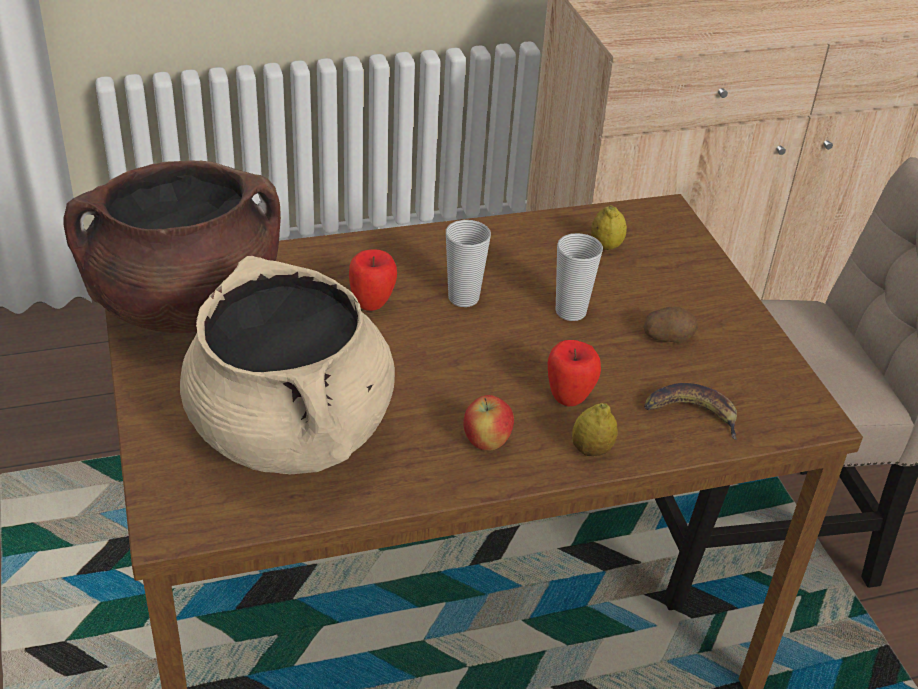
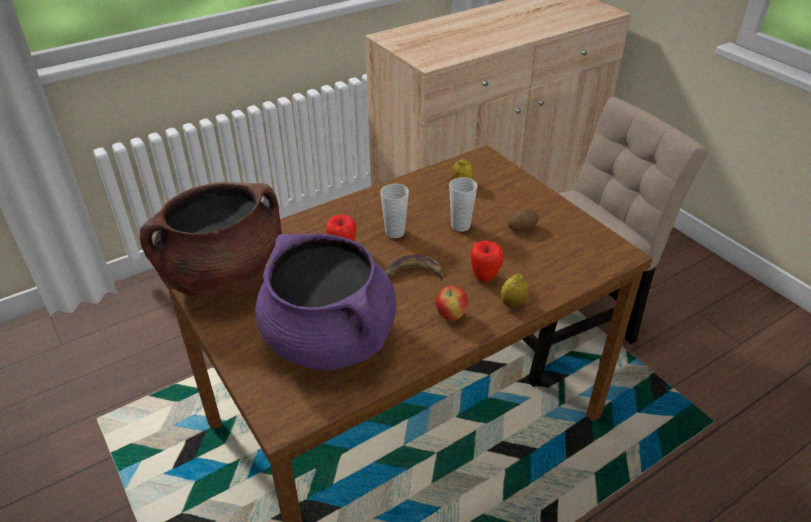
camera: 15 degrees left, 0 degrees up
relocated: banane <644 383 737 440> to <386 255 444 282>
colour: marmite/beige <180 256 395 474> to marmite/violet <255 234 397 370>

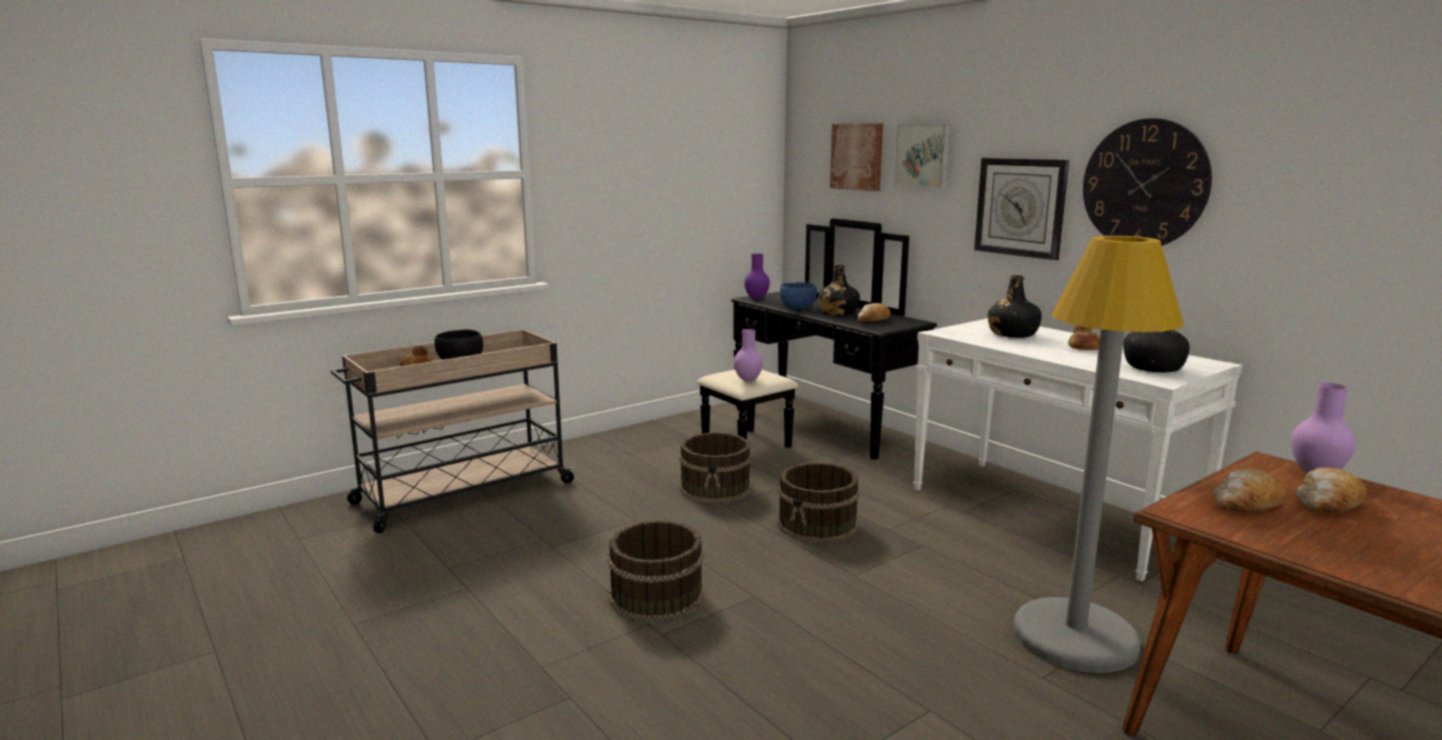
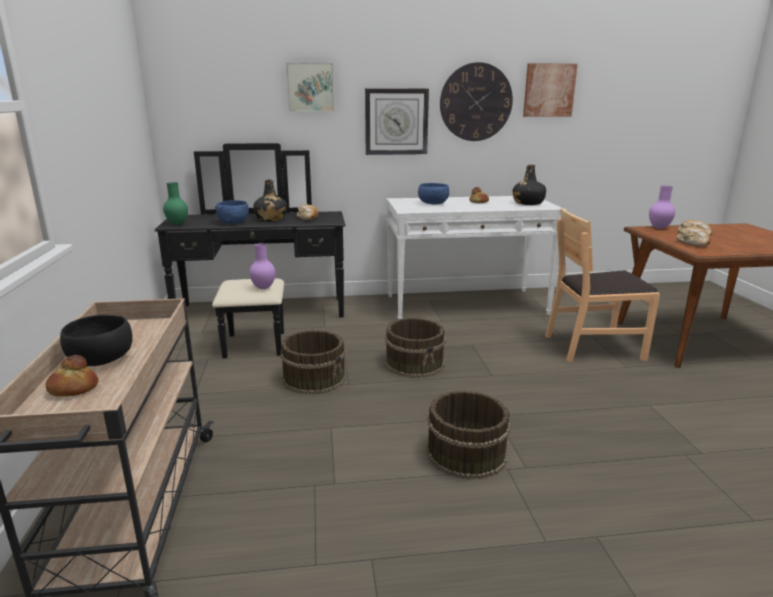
camera: 60 degrees left, 5 degrees up
relocated: tableau <830 123 883 191> to <523 63 578 117>
exchanged: bouteille/noir <988 275 1042 338> to bol/bleu <418 183 449 204>; lampadaire/gris <1013 236 1183 673> to chaise/marron <545 208 660 362>
colour: vase/violet <744 254 770 300> to vase/vert <163 182 188 225>

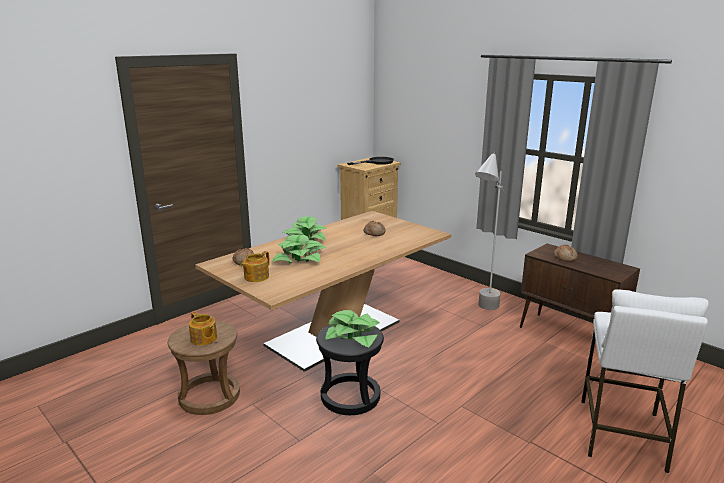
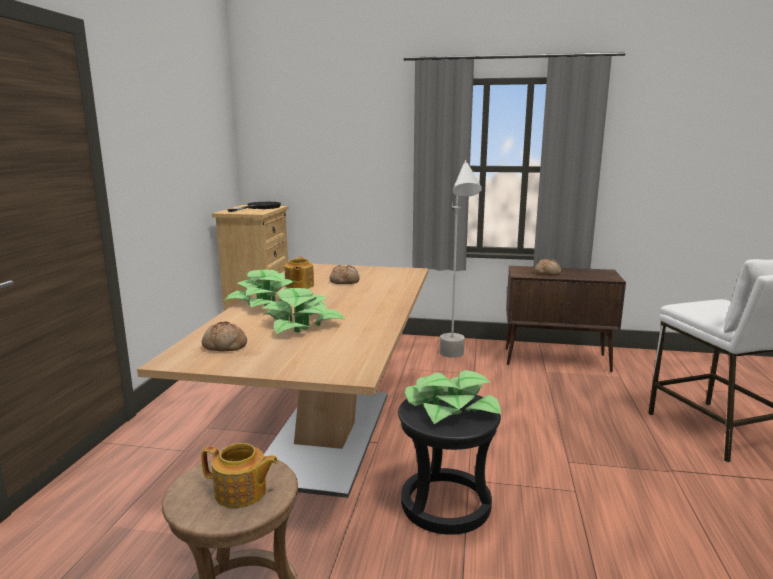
camera: 35 degrees left, 5 degrees down
relocated: théière <241 251 270 282> to <284 257 314 289>

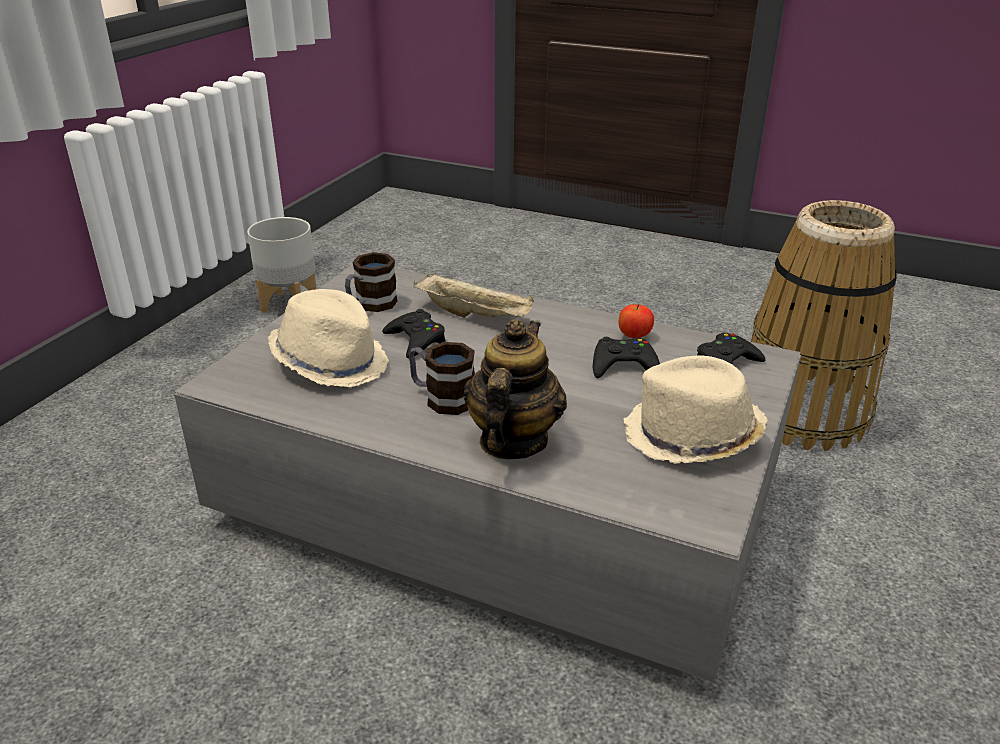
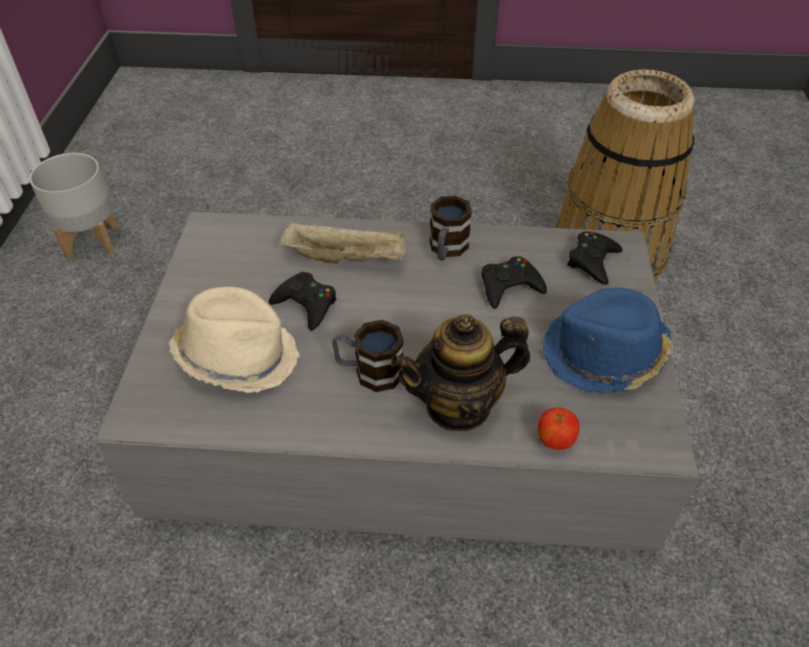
camera: 20 degrees left, 15 degrees up
relocated: mug <345 252 398 312> to <429 196 472 260>; pomme <618 304 654 338> to <538 407 579 450>
colour: chapeau/beige <623 355 768 464> to chapeau/bleu <542 288 673 393>
spun: théière <463 319 567 459> = <390 314 530 431> 105 degrees counterclockwise

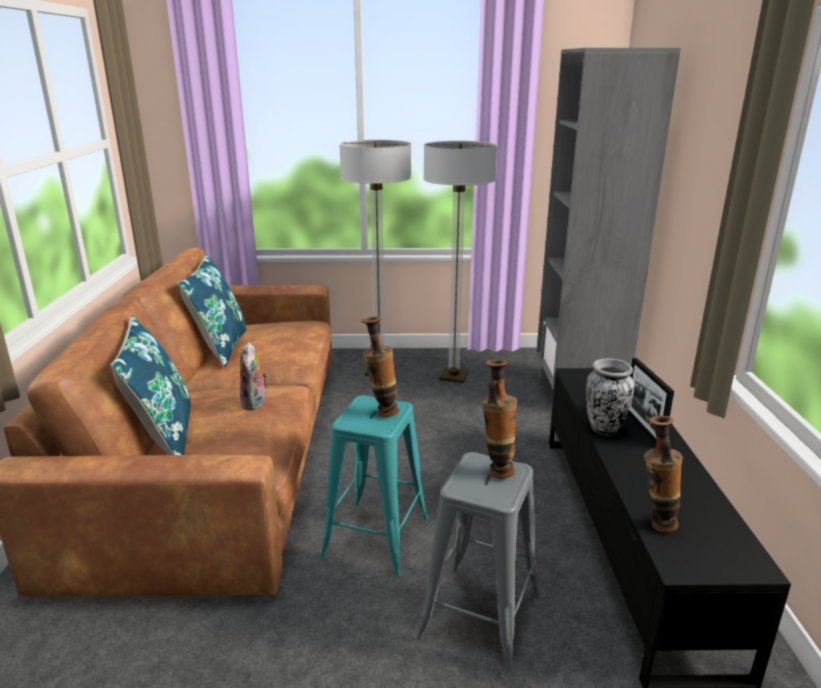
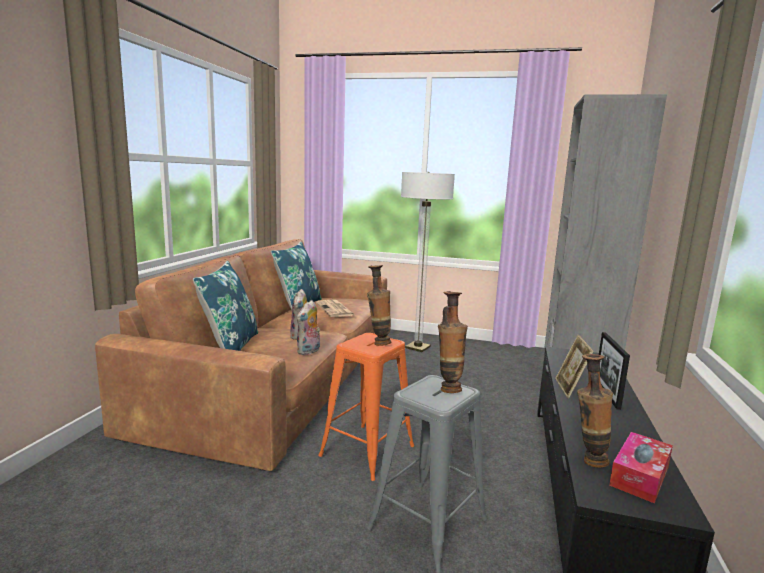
camera: 15 degrees right, 10 degrees down
missing: lampadaire <423 141 497 383>
appeared: peluche <297 300 320 355>; journal <316 300 355 317>; boîte à mouchoirs <609 432 673 503>
exchanged: vase <586 358 634 436> to cadre photo <555 335 594 398>
colour: tabouret/turquoise <320 395 428 576> to tabouret/orange <318 333 414 481>

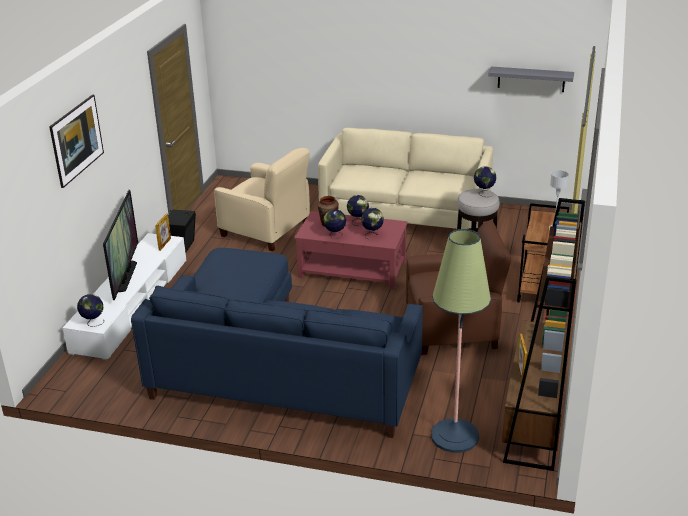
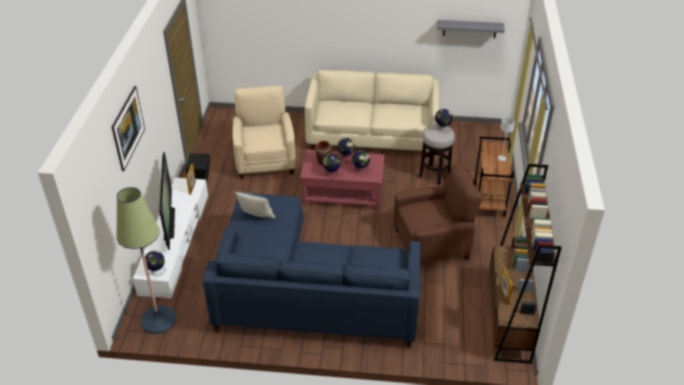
camera: 10 degrees left, 10 degrees up
appeared: coussin <234 191 275 218>
relocated: lampadaire <431 229 491 453> to <116 187 176 334>
spun: fauteuil/beige <214 148 310 251> = <232 86 296 179> 120 degrees counterclockwise

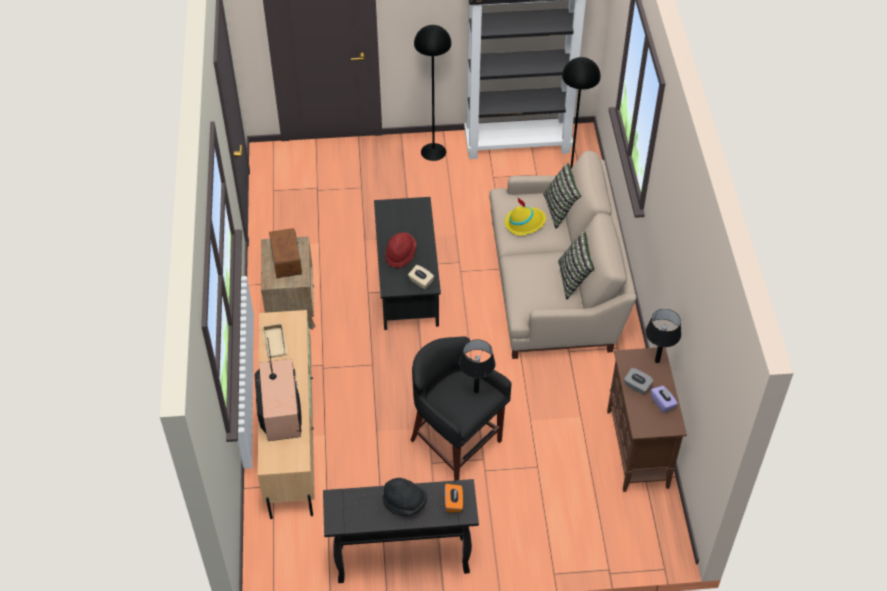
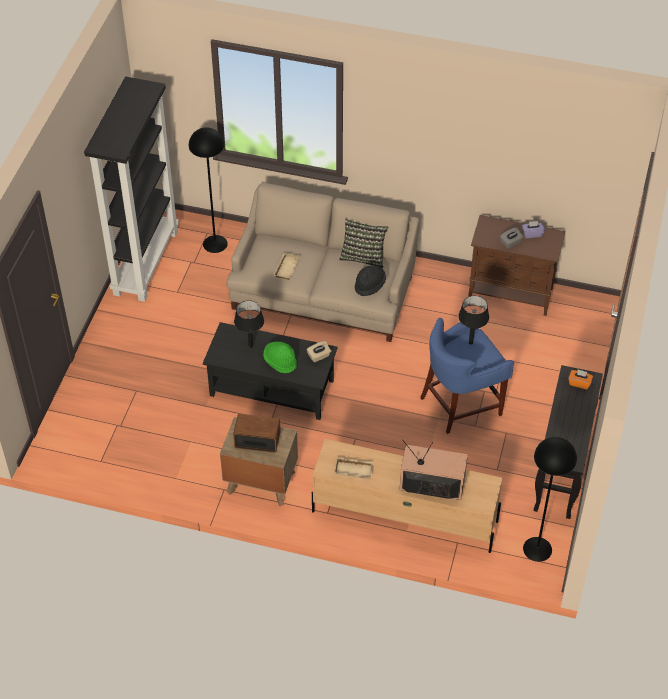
camera: 70 degrees left, 0 degrees up
missing: coussin <543 163 581 229>
relocated: chapeau/noir <382 478 427 516> to <355 266 386 296>; lampadaire/noir <414 25 451 161> to <523 437 577 562>; lampe de table/noir <645 309 681 363> to <234 300 264 348>
exchanged: chapeau/jaune <505 197 546 236> to plateau/beige <274 253 300 280>
colour: chapeau/rouge <385 232 417 269> to chapeau/vert <263 342 297 373>; tabouret/noir <410 337 511 481> to tabouret/bleu <420 318 514 434>

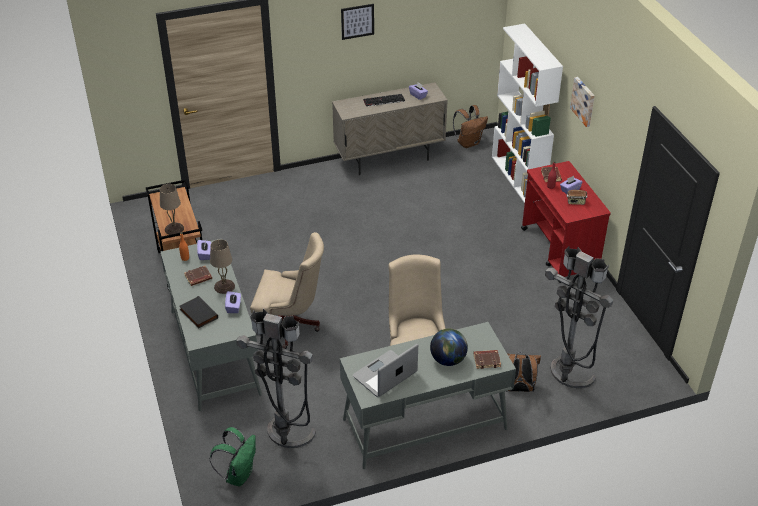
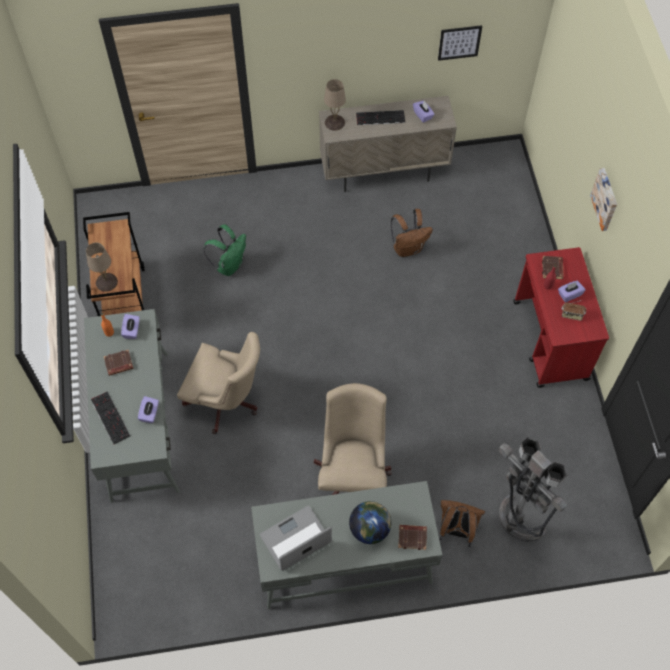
camera: 10 degrees right, 20 degrees up
missing: lampadaire/gris <236 309 316 448>; bibliothèque/blanc <492 24 563 203>
relocated: lampe de table/beige <210 239 235 294> to <324 79 346 131>; sac à dos/vert <210 427 256 486> to <203 224 246 276>; tableau <341 4 374 40> to <438 25 482 61>; sac à dos/marron <453 105 488 148> to <391 209 433 257>
exchanged: livre/noir <179 296 218 329> to clavier <91 391 130 444>

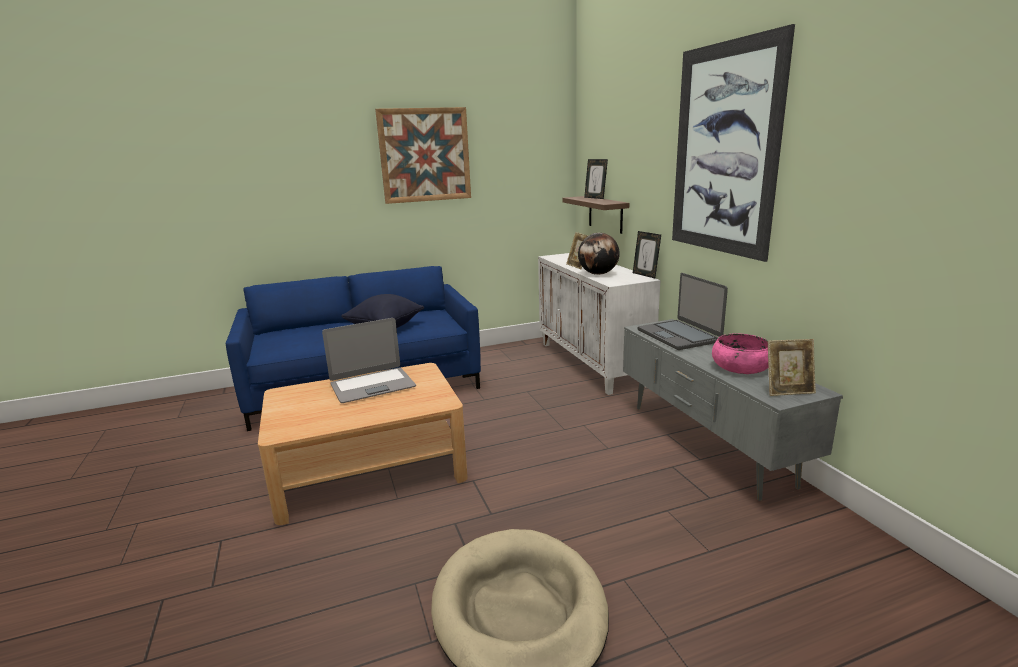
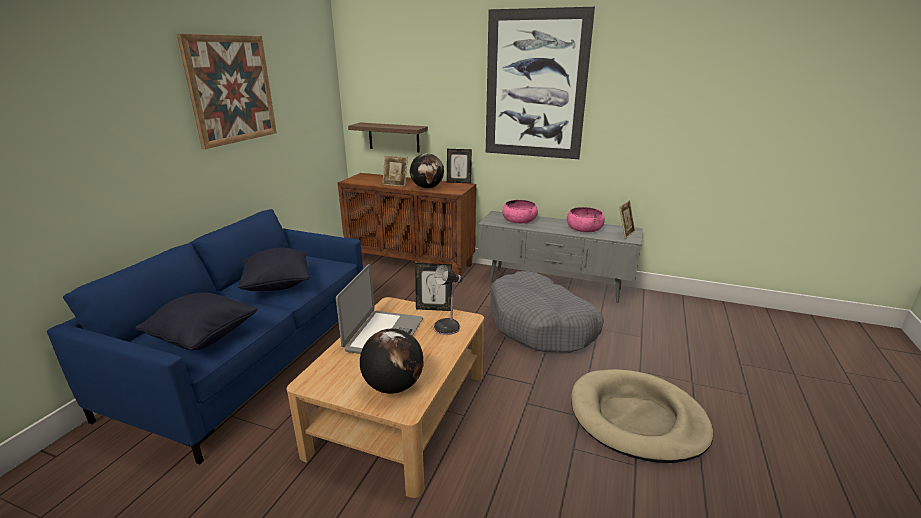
camera: 50 degrees left, 5 degrees up
appeared: coussin/noir <135 293 257 350>; globe <360 328 424 394>; lampe de table <433 265 463 335>; panier pour chien/gris <490 271 604 353>
relocated: cadre photo <584 159 608 199> to <415 263 452 311>
exchanged: ordinateur portable <637 273 728 350> to bol/rose <502 200 538 224>
colour: meuble de rangement/blanc <538 253 660 395> to meuble de rangement/marron <338 173 476 275>

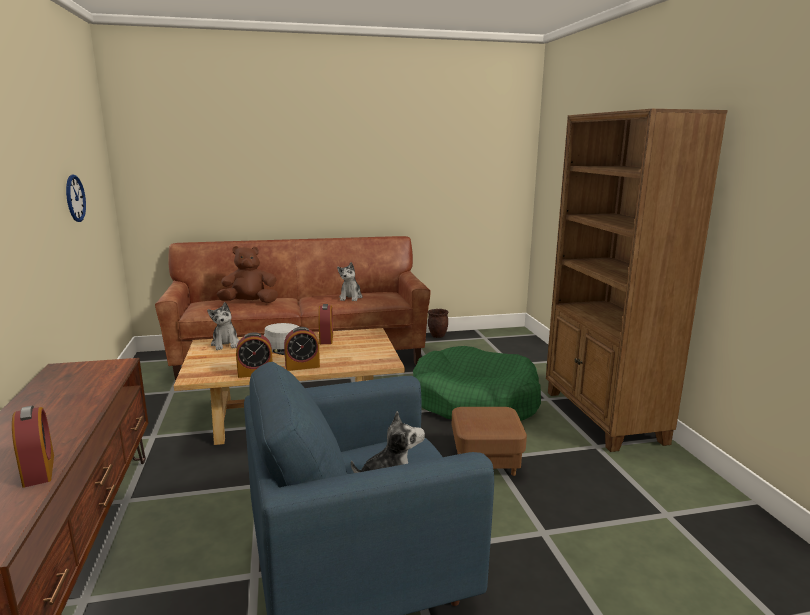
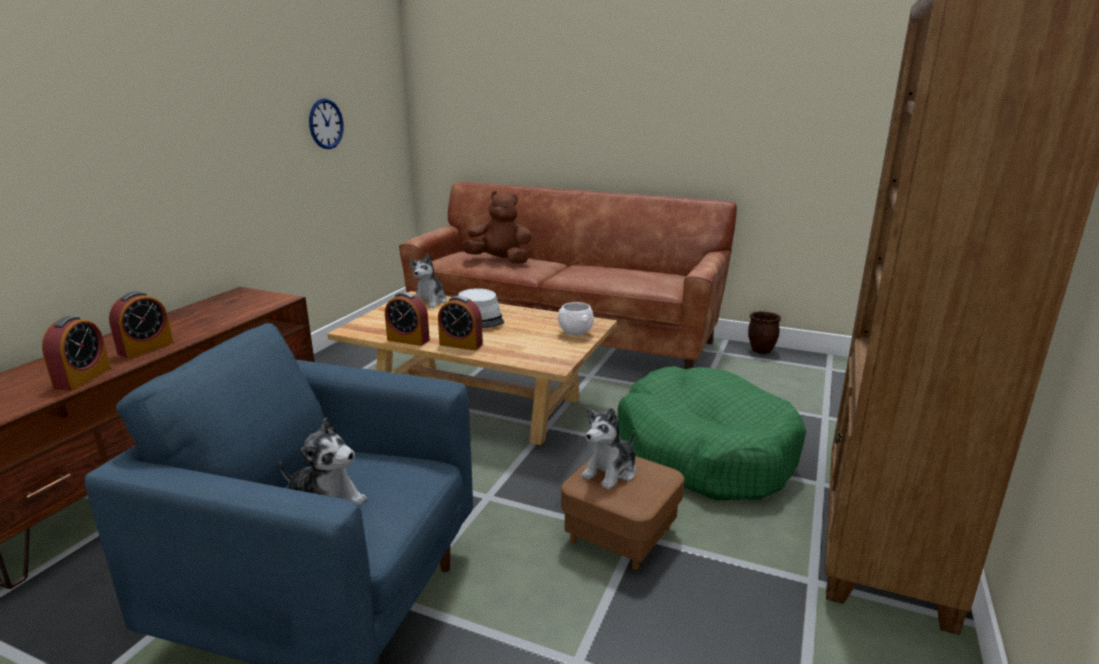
camera: 35 degrees right, 5 degrees up
appeared: bol/blanc <558 302 594 335>
relocated: réveil <318 304 333 344> to <109 292 173 358>; peluche <337 262 363 301> to <581 408 636 490>

